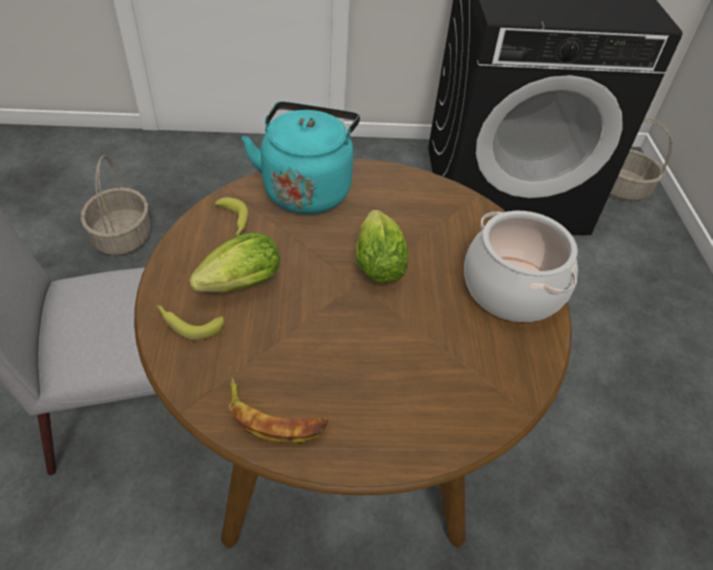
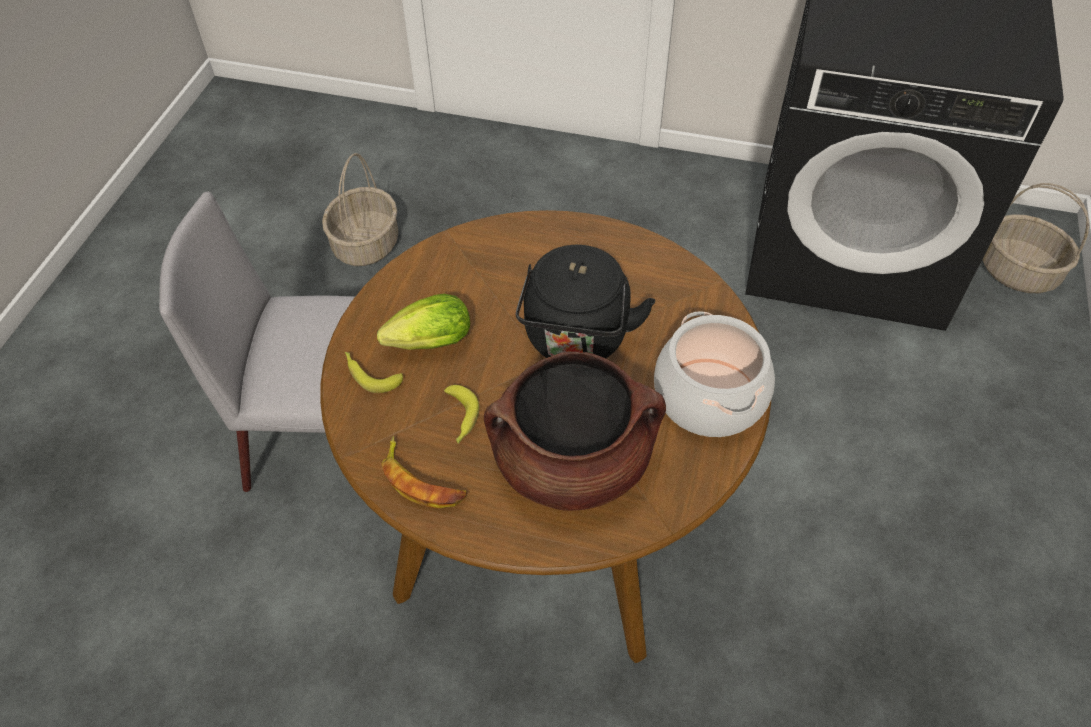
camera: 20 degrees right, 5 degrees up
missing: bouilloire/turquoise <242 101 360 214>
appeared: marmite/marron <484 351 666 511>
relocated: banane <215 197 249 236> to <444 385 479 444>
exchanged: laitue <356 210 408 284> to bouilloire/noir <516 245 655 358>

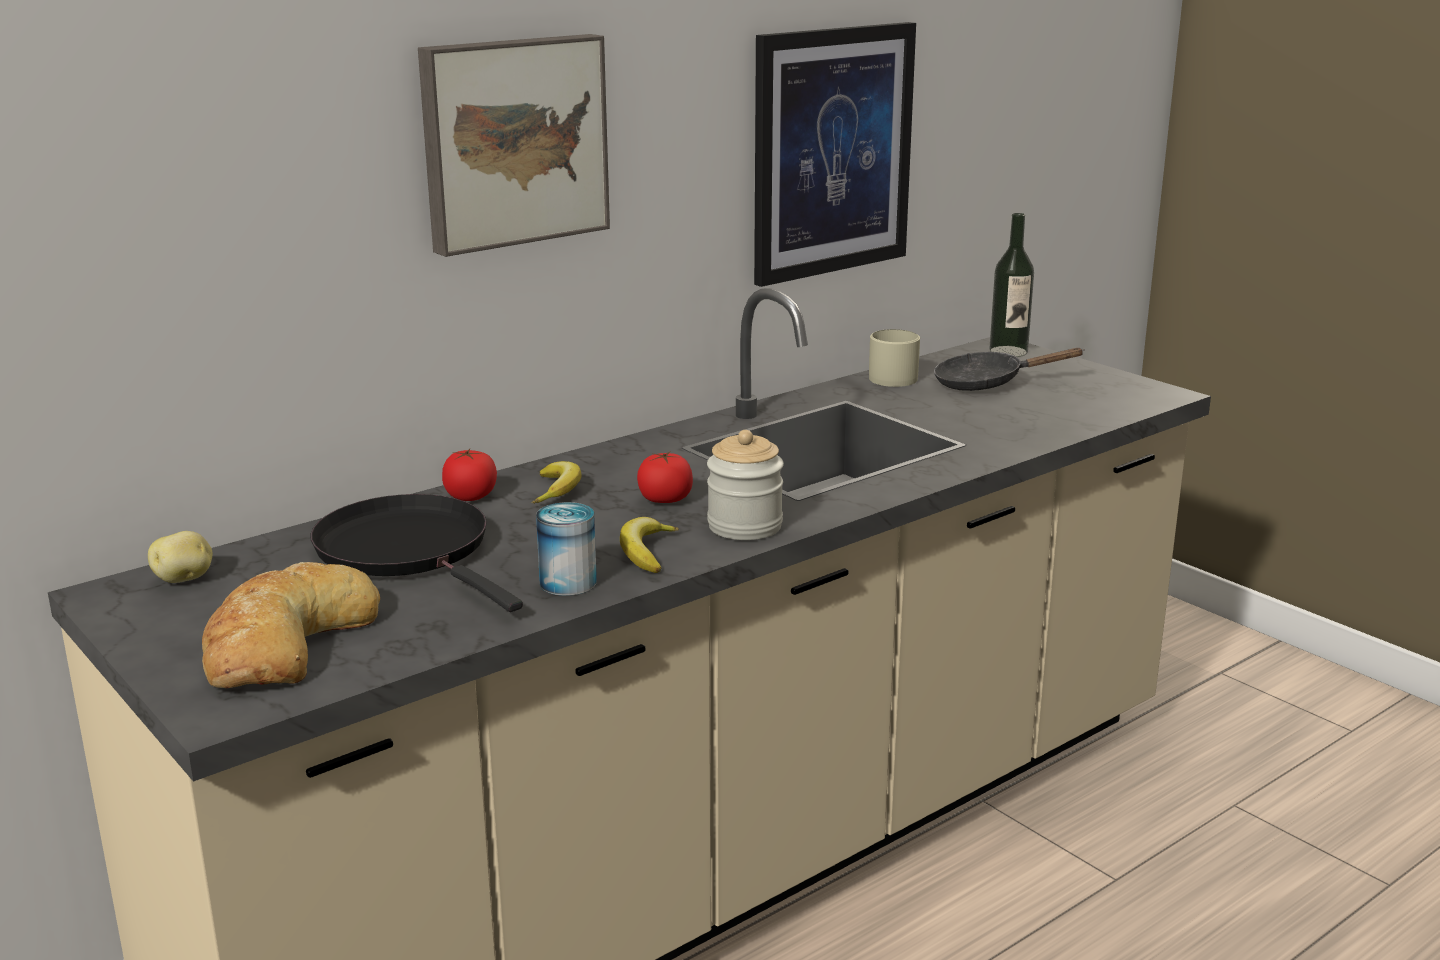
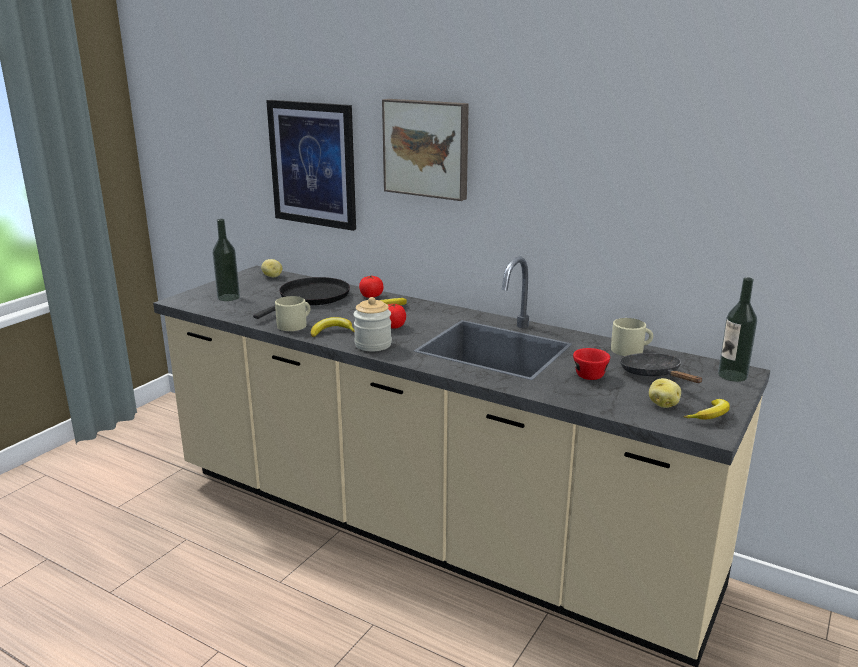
camera: 70 degrees right, 0 degrees up
appeared: tasse/rouge <573 348 610 380>; pomme de terre <649 378 681 408>; banane <684 399 730 420>
relocated: tableau <754 22 916 287> to <266 100 356 231>
exchanged: pain <202 562 380 688> to bouteille <213 219 240 301>; boîte métallique <536 502 597 596> to mug/beige <275 296 310 331>

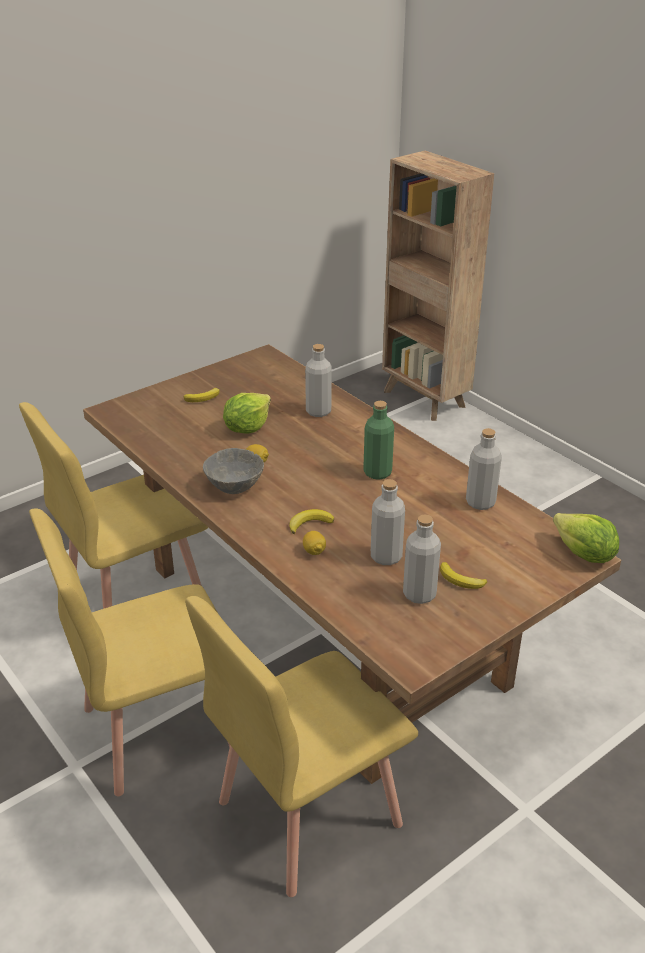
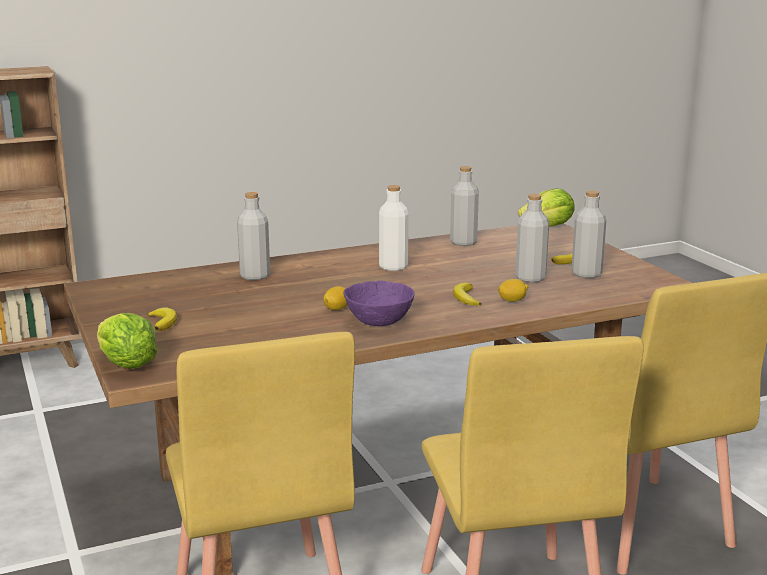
camera: 75 degrees left, 15 degrees down
relocated: laitue <223 393 271 433> to <97 313 158 369>
colour: bol/gris <203 448 264 494> to bol/violet <343 281 415 326>; bouteille/vert <363 401 394 480> to bouteille/blanc <379 185 409 271>

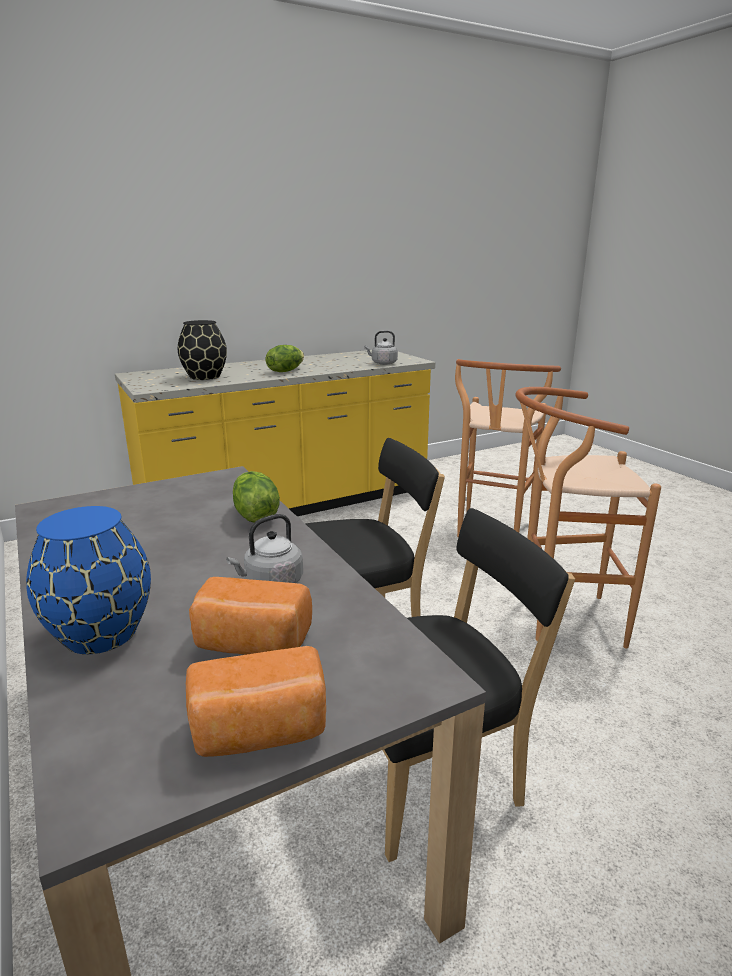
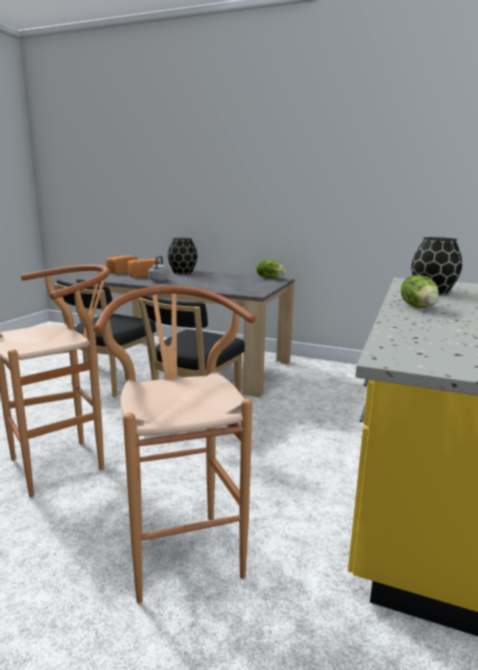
camera: 140 degrees right, 5 degrees down
missing: bouilloire/gris <364 331 398 365>
relocated: laitue <233 471 280 523> to <256 260 286 278>
colour: vase/bleu <26 506 151 654> to vase/noir <168 238 197 274>

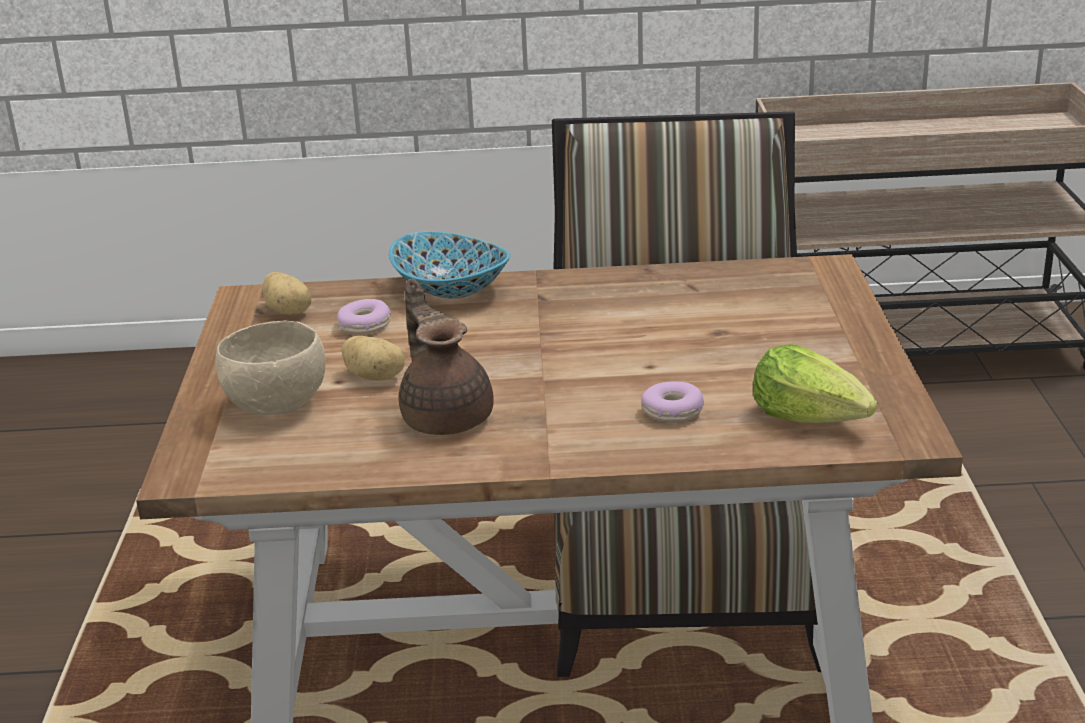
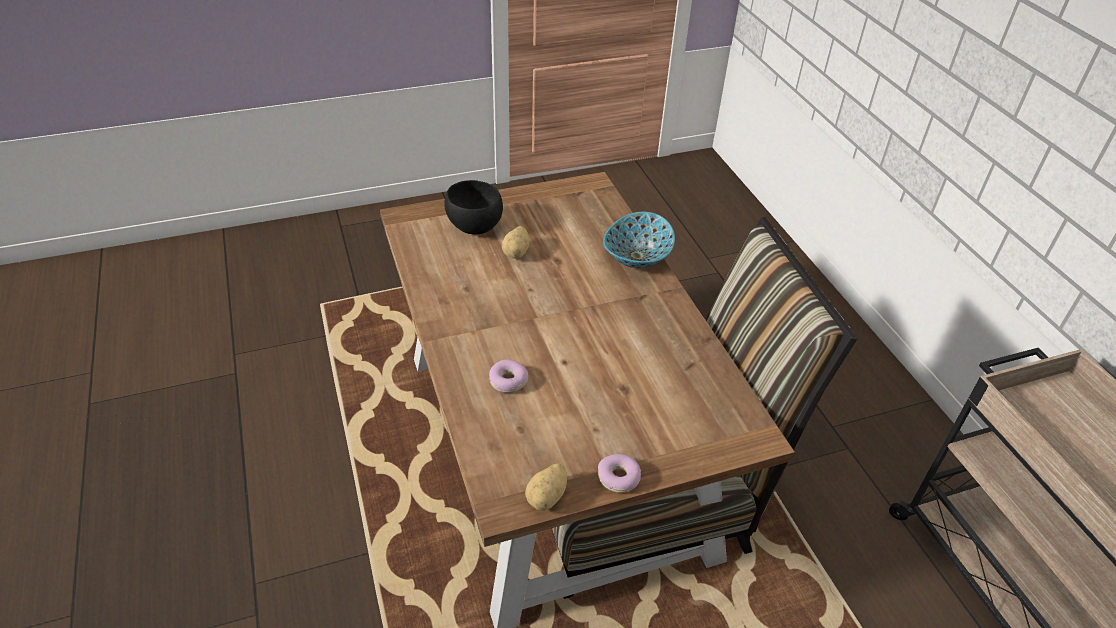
camera: 70 degrees right, 15 degrees up
missing: théière/marron <399 279 494 435>; laitue <753 344 877 423>
relocated: pomme de terre <262 272 311 315> to <525 463 567 511>; beignet <337 299 391 334> to <598 454 641 493>
colour: bol/beige <215 320 326 415> to bol/noir <444 180 503 234>

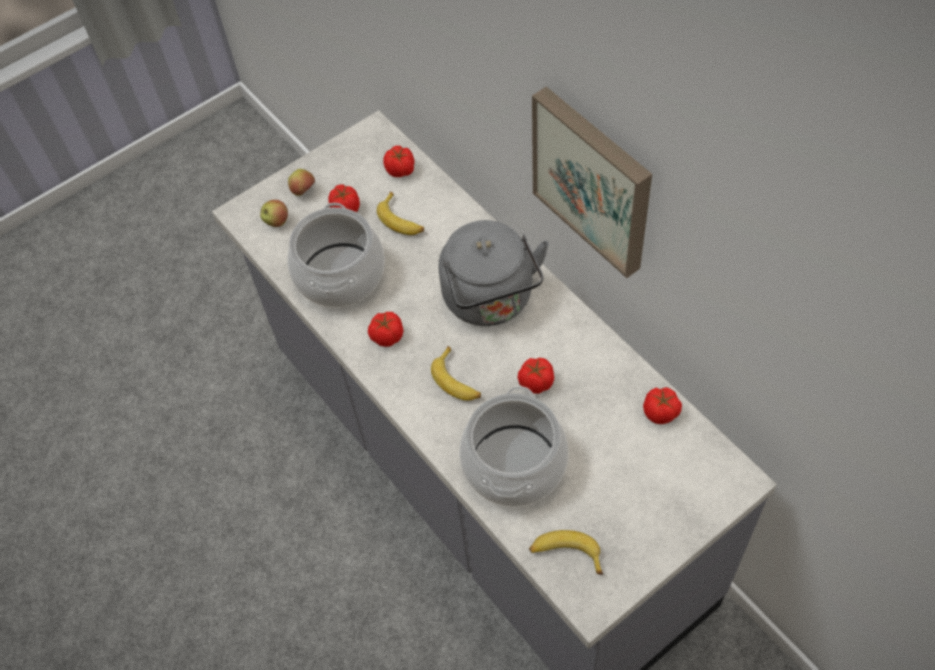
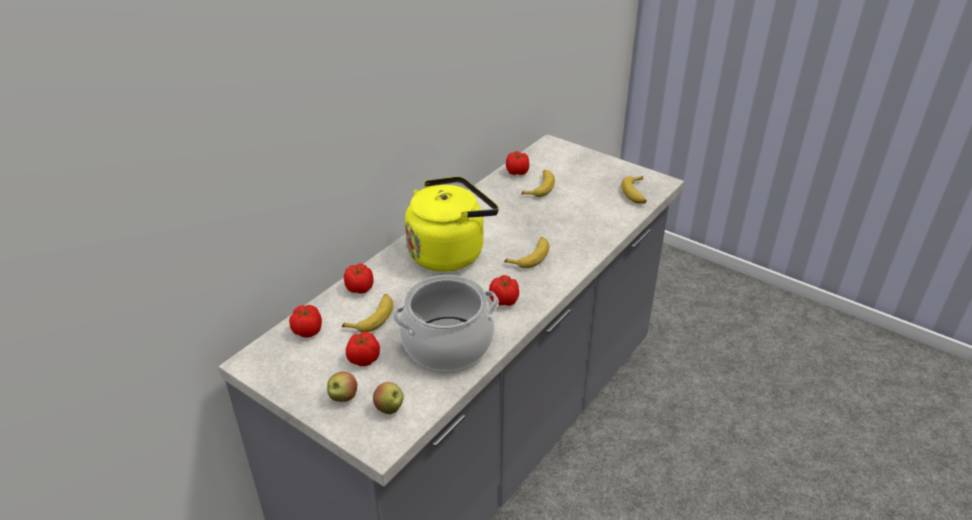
camera: 110 degrees left, 20 degrees down
missing: marmite <459 386 569 507>; tableau <532 87 652 278>
appeared: banane <521 170 555 197>
relocated: tomate <517 358 554 394> to <344 264 373 294>
colour: bouilloire/gris <439 220 549 326> to bouilloire/jaune <405 176 499 272>

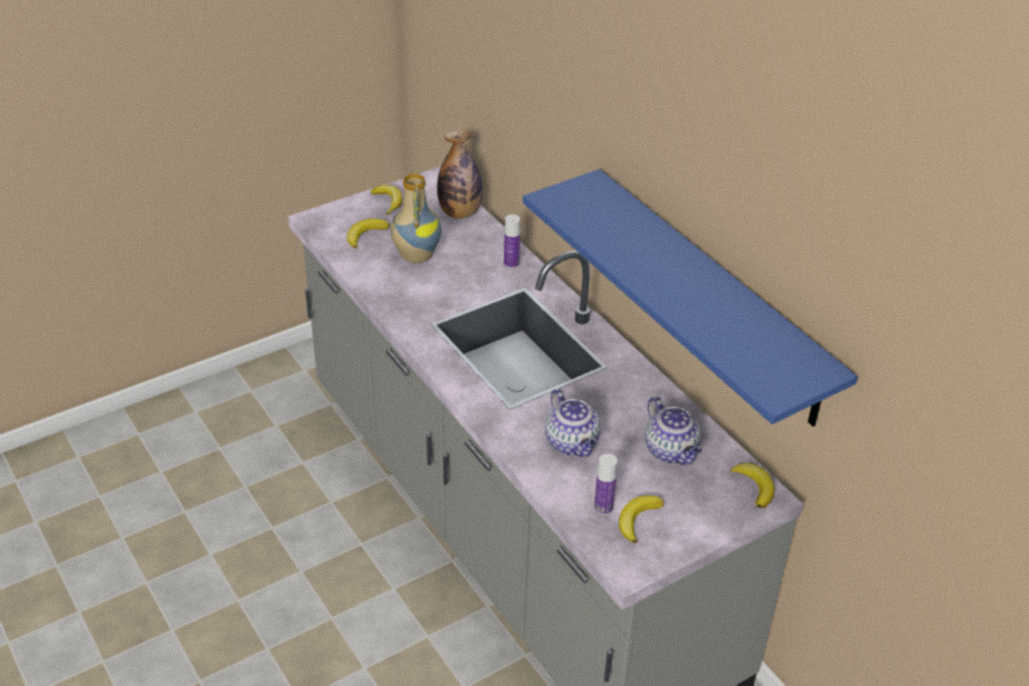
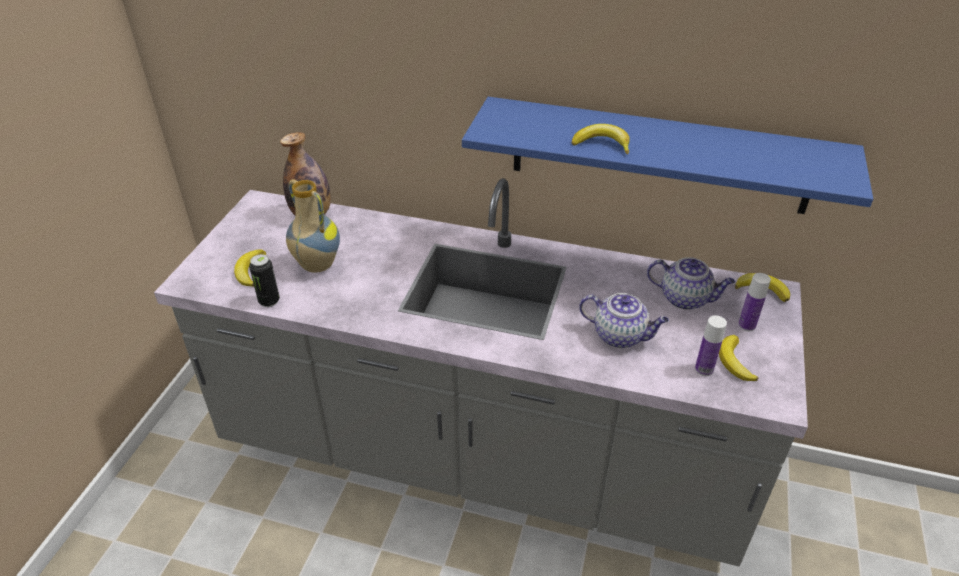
camera: 40 degrees left, 0 degrees up
appeared: boîte métallique <249 254 280 307>
relocated: banane <370 185 403 215> to <572 124 630 154>; bouteille <504 214 520 269> to <738 273 771 331>

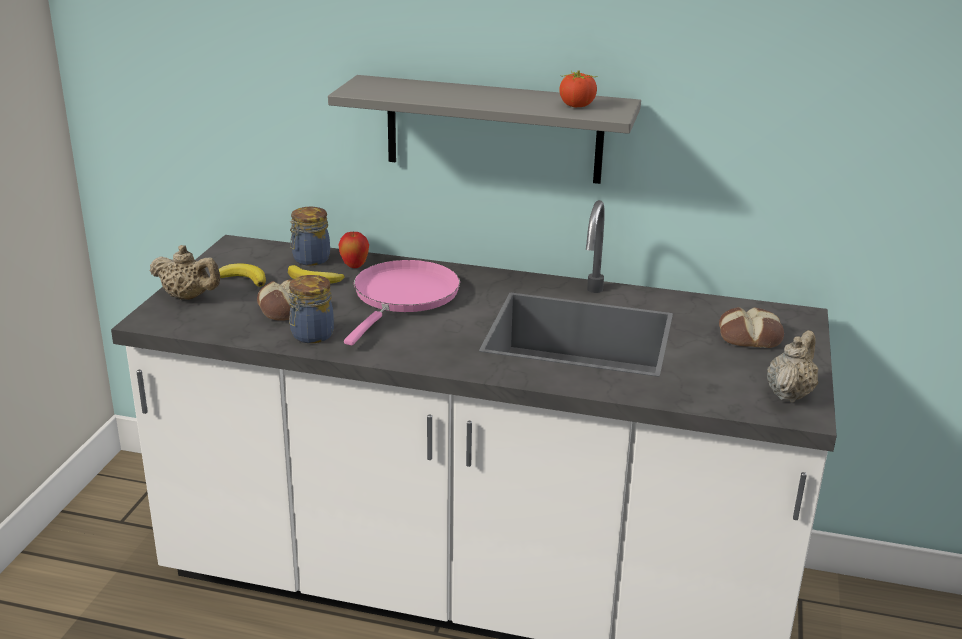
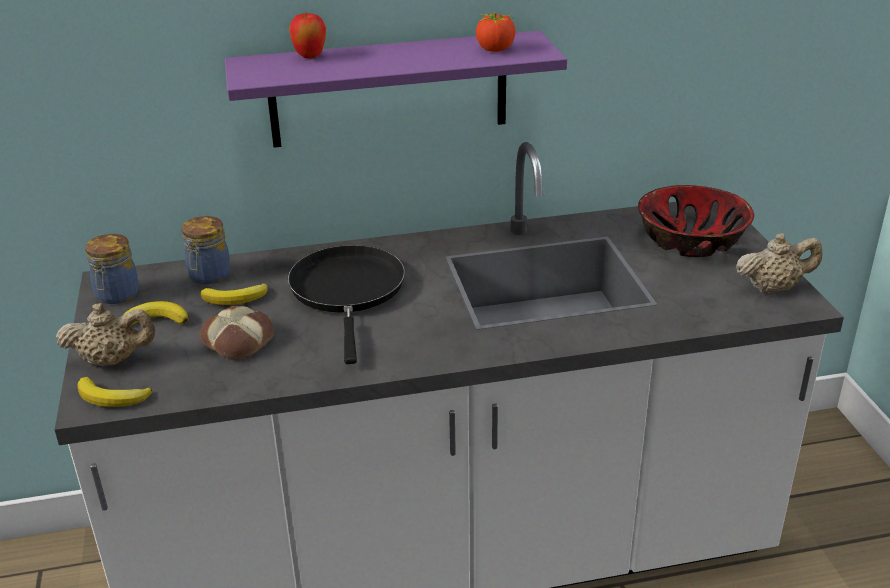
camera: 25 degrees left, 5 degrees up
appeared: banane <78 377 152 407>
relocated: bocal <289 275 334 343> to <85 234 139 304>; pomme <338 231 369 268> to <289 13 326 58>
exchanged: pain <719 307 784 348> to bol <638 185 754 257>
colour: étagère/gris <328 75 641 184> to étagère/violet <225 31 567 148>; poêle/rose <344 260 460 345> to poêle/noir <288 245 405 364>
spun: théière/beige <767 330 818 403> = <736 233 822 293> 75 degrees clockwise

